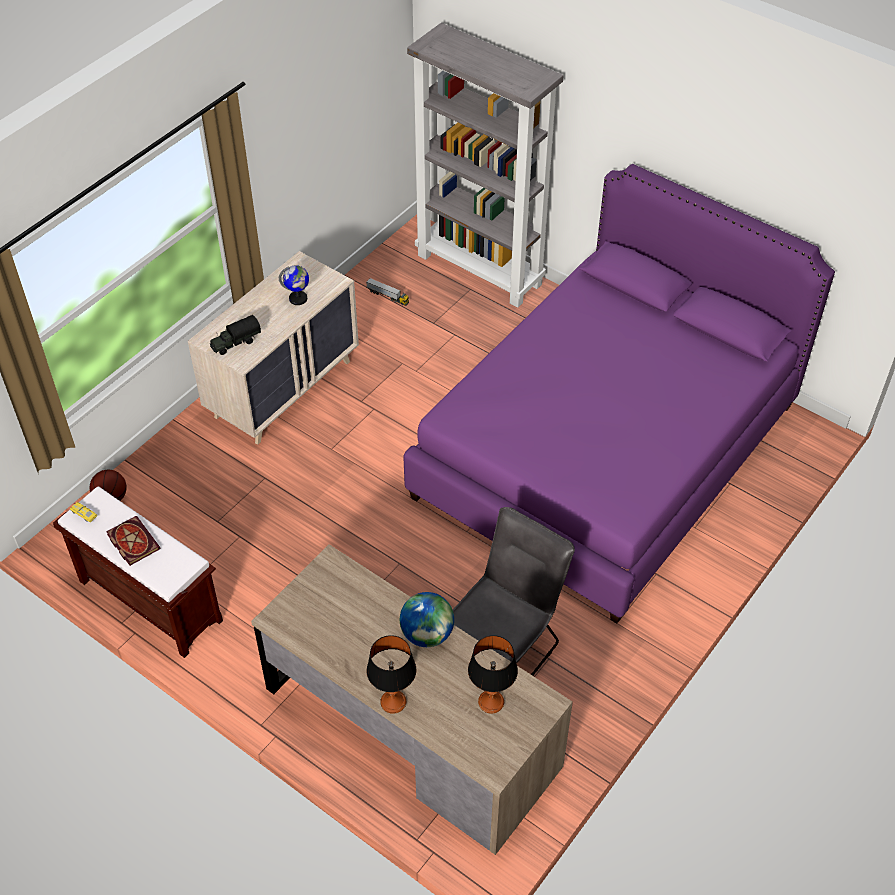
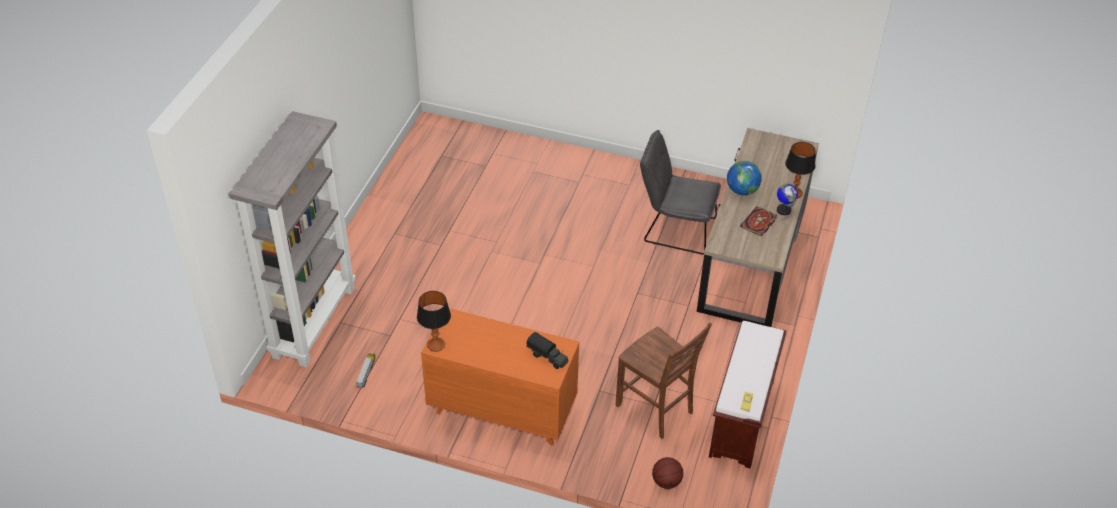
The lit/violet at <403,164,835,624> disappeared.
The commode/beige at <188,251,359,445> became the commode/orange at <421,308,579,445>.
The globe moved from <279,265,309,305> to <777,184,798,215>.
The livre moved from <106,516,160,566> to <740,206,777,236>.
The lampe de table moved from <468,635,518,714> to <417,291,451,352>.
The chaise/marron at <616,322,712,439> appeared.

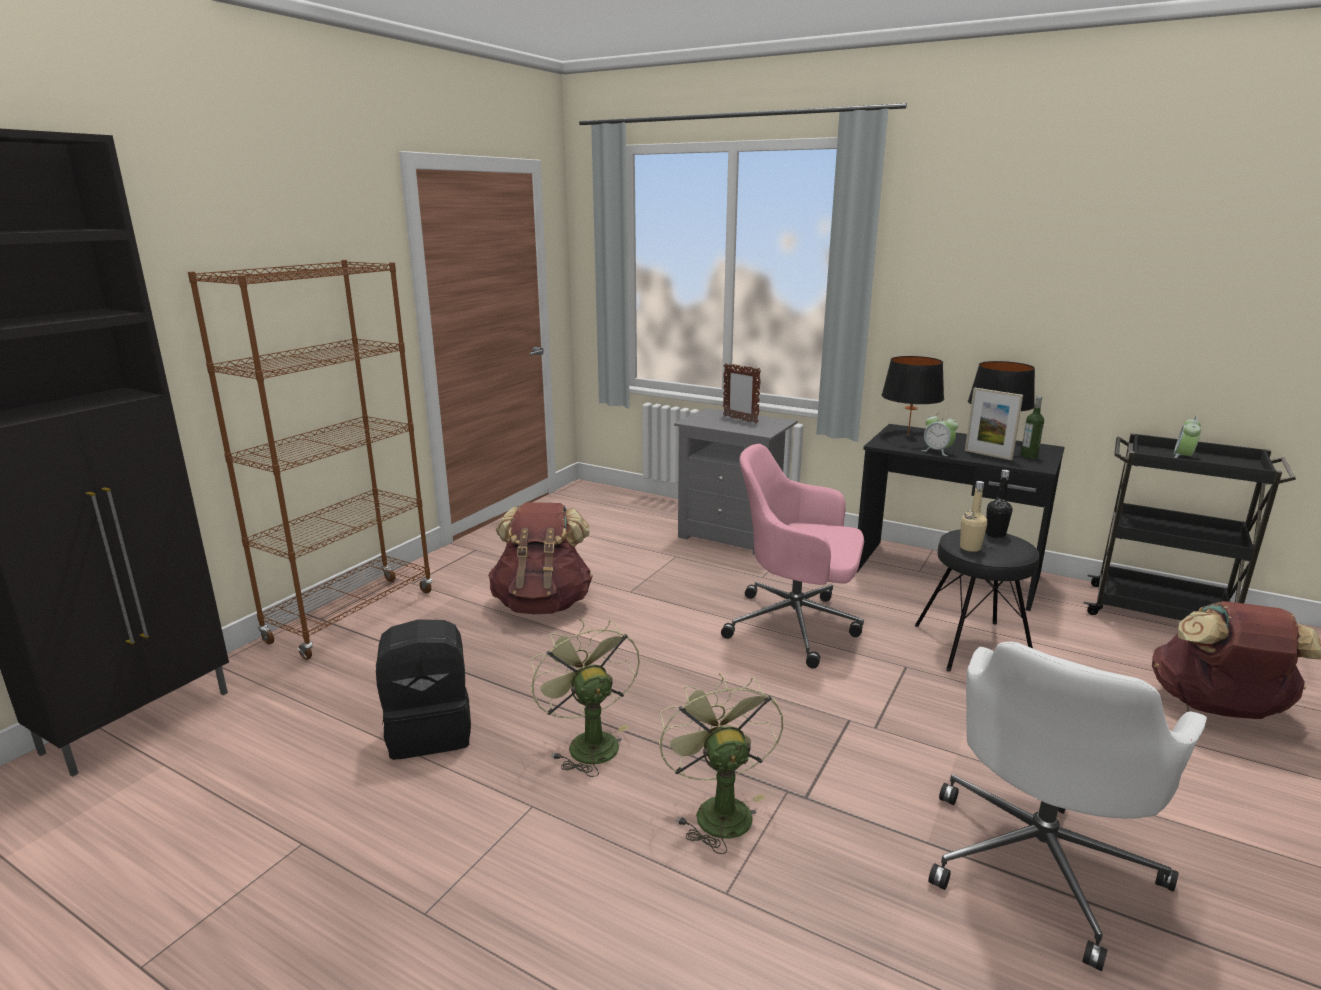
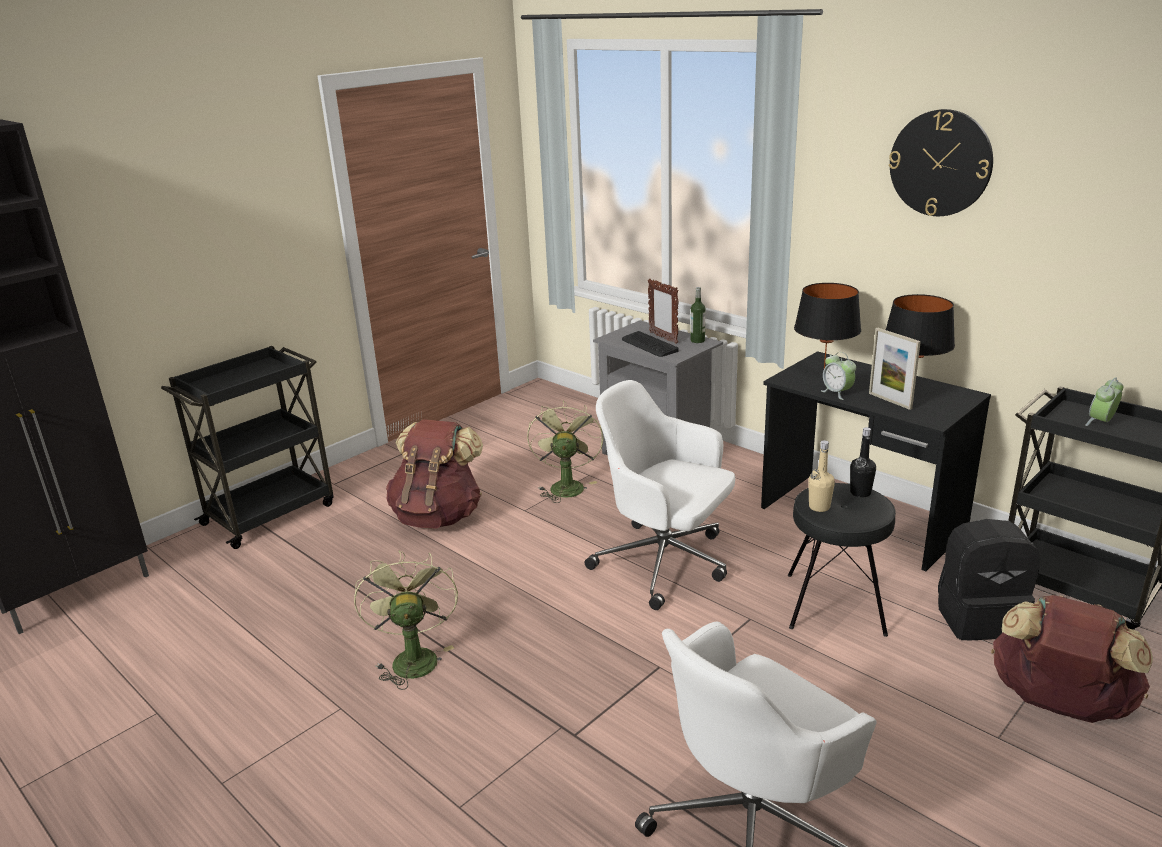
The bibliothèque/marron at <188,260,432,660> was replaced by the chariot/noir at <161,346,334,549>.
The bouteille moved from <1020,396,1044,459> to <690,287,706,343>.
The chaise de bureau/rose at <721,444,864,669> became the chaise de bureau/blanc at <585,380,735,610>.
The sac à dos/noir moved from <376,620,471,760> to <938,519,1040,640>.
The ventilateur/vert moved from <659,673,783,854> to <527,401,604,503>.
The horloge murale at <889,109,993,216> appeared.
The clavier at <622,331,679,357> appeared.

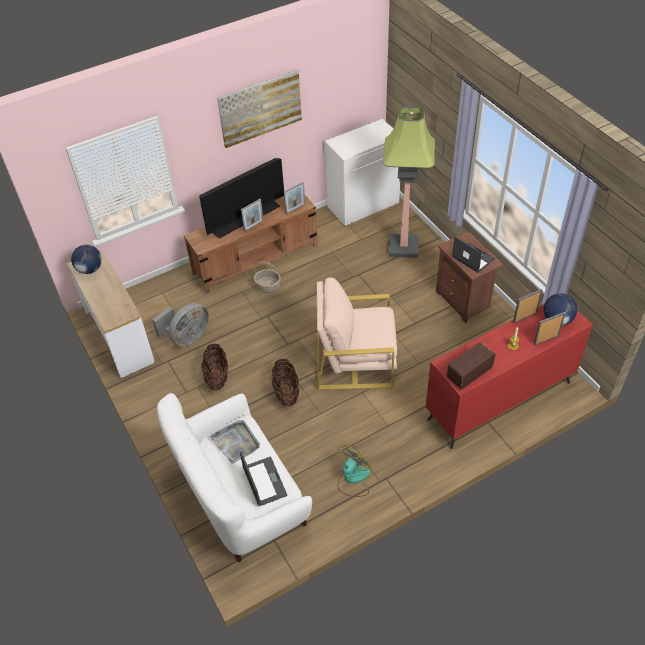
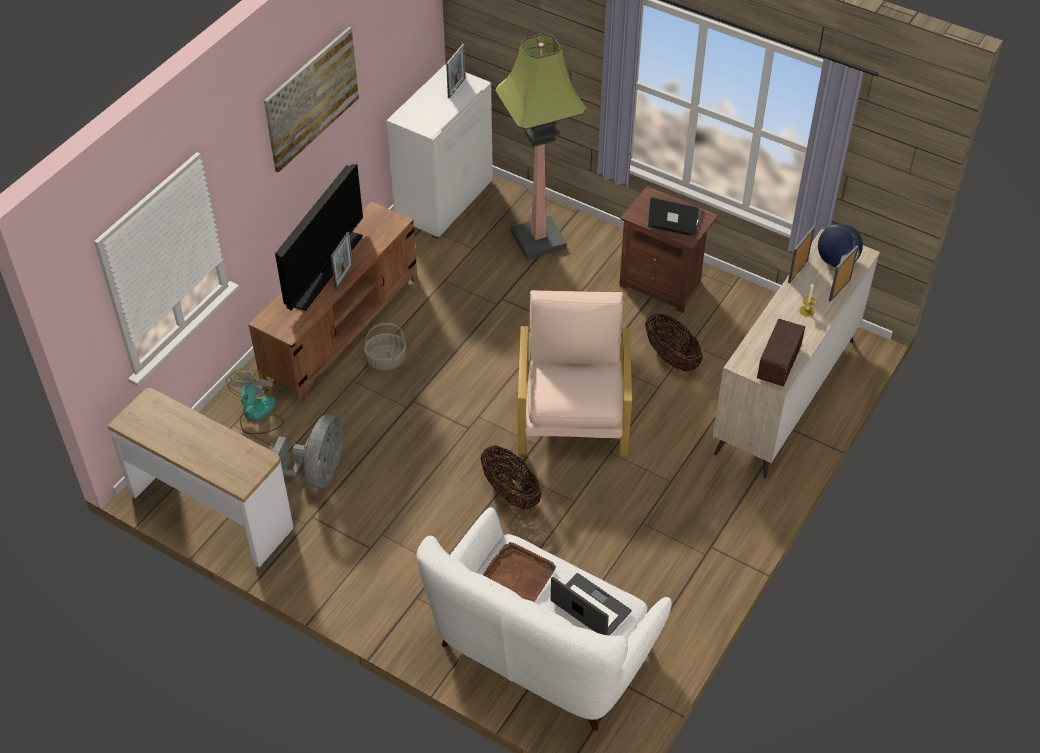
The cadre photo moved from <284,182,305,214> to <446,44,465,98>.
The globe at <71,245,102,274> disappeared.
The fauteuil/beige at <317,277,397,390> turned 120 degrees clockwise.
The commode/rouge at <426,304,593,449> became the commode/beige at <713,229,880,478>.
The panier moved from <201,344,228,390> to <645,313,703,372>.
The plateau/gris at <210,420,260,464> became the plateau/marron at <483,542,556,602>.
The ventilateur moved from <338,445,371,497> to <226,369,284,434>.

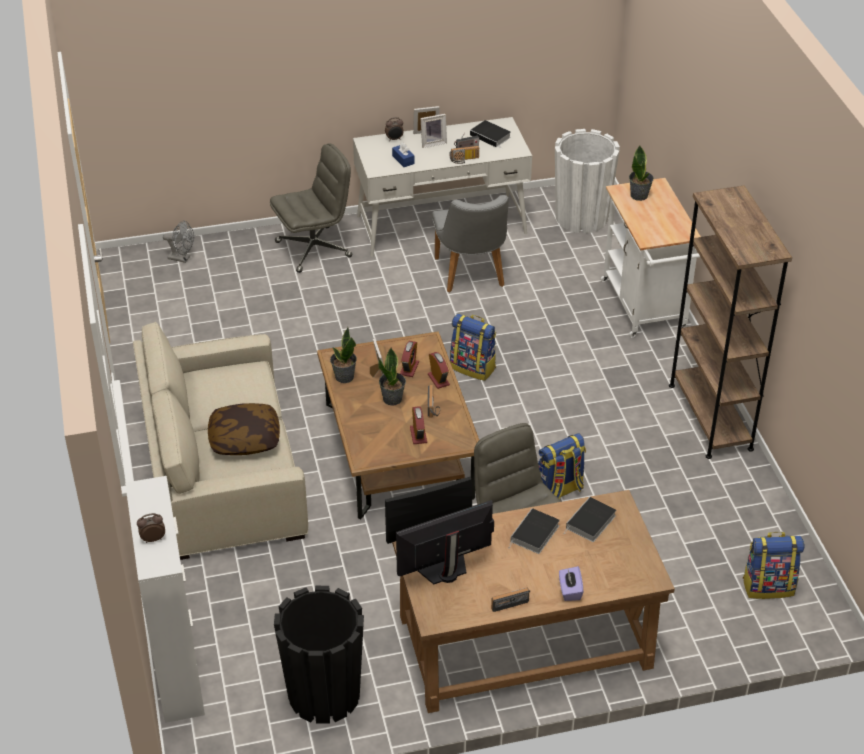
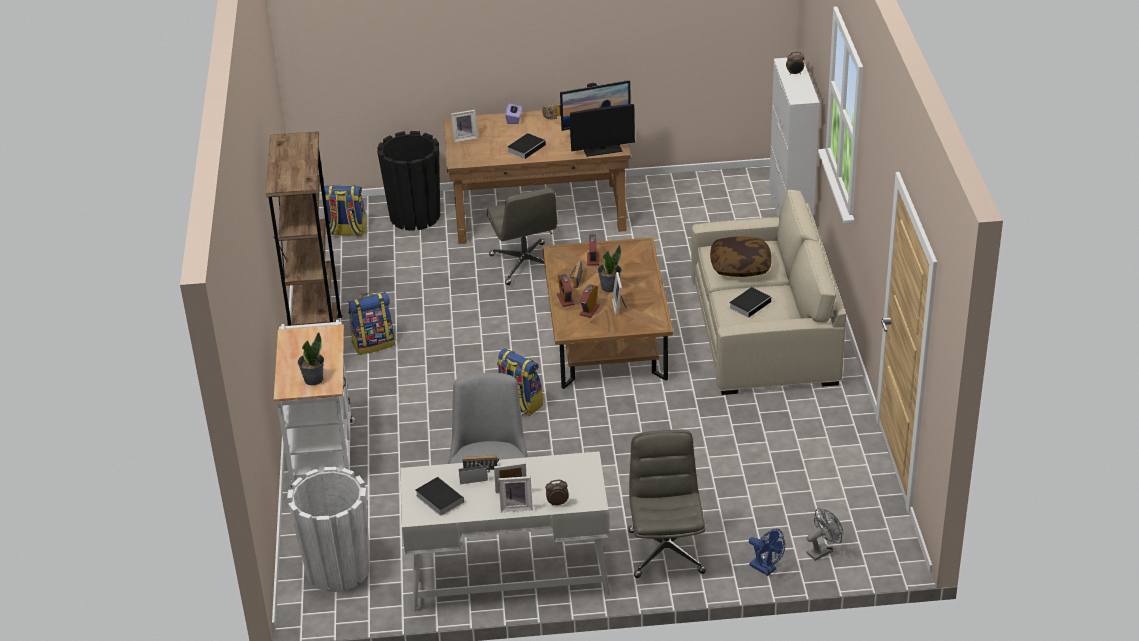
The boîte à mouchoirs/bleu at <392,142,415,167> disappeared.
The chaise de bureau/gris at <270,143,352,273> turned 105 degrees clockwise.
The ventilateur/gris at <163,221,194,263> turned 120 degrees clockwise.
The plante en pot at <330,327,357,383> disappeared.
The sac à dos moved from <538,433,586,499> to <348,292,395,355>.
The livre moved from <563,497,616,542> to <729,287,774,318>.
The cache-pot/noir moved from <274,586,364,724> to <377,131,440,231>.
The cadre photo at <451,110,478,142> appeared.
The ventilateur/bleu at <749,529,785,576> appeared.

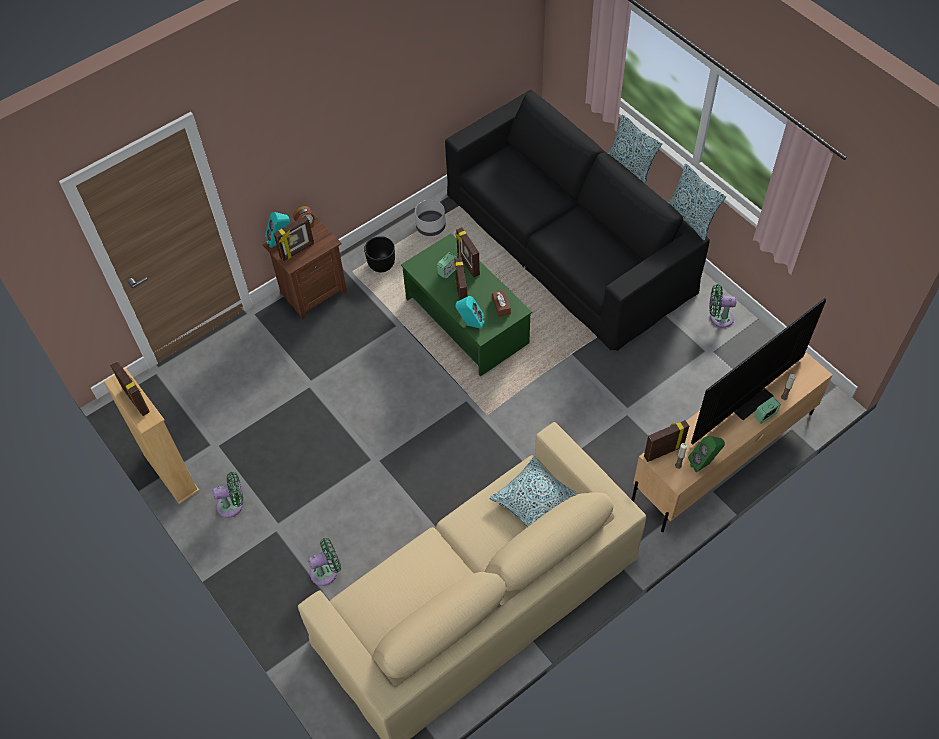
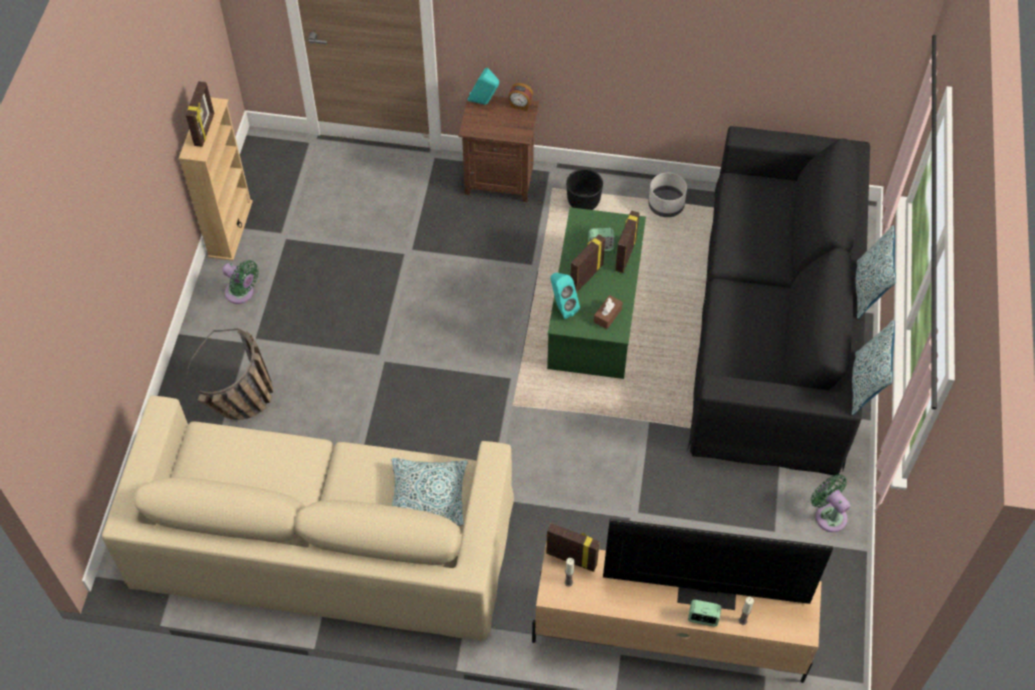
The cadre photo at <274,216,314,261> disappeared.
The enceinte/vert at <688,436,725,473> disappeared.
The ventilateur/vert at <308,538,341,586> was replaced by the panier at <187,328,273,420>.

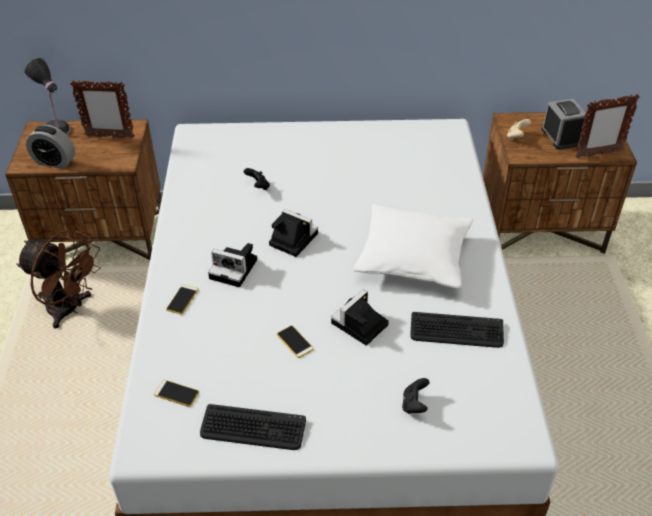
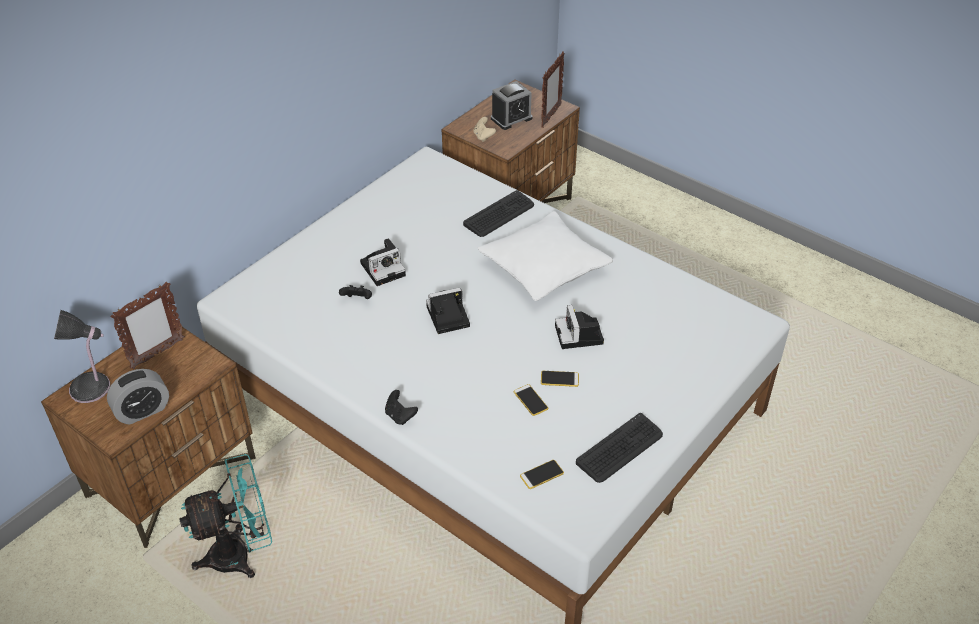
The réveil at <542,99,585,150> turned 120 degrees clockwise.
The ventilateur/marron at <16,230,101,329> became the ventilateur/turquoise at <179,454,272,578>.
The appareil photo moved from <208,243,257,287> to <360,238,406,286>.
The téléphone moved from <166,284,198,315> to <514,384,548,416>.
The clavier moved from <410,312,504,348> to <463,190,534,237>.
The manette/noir moved from <402,378,430,414> to <385,390,418,425>.

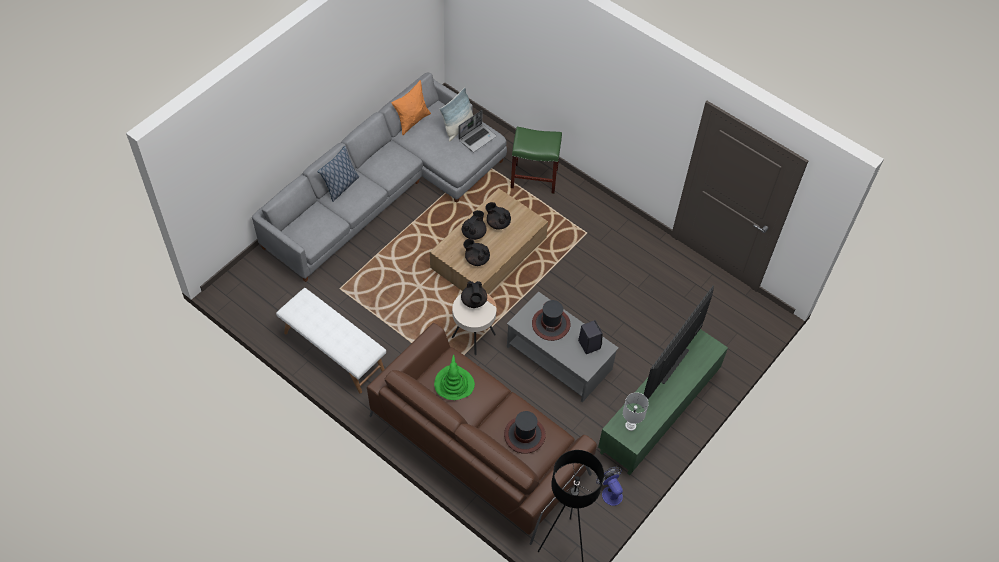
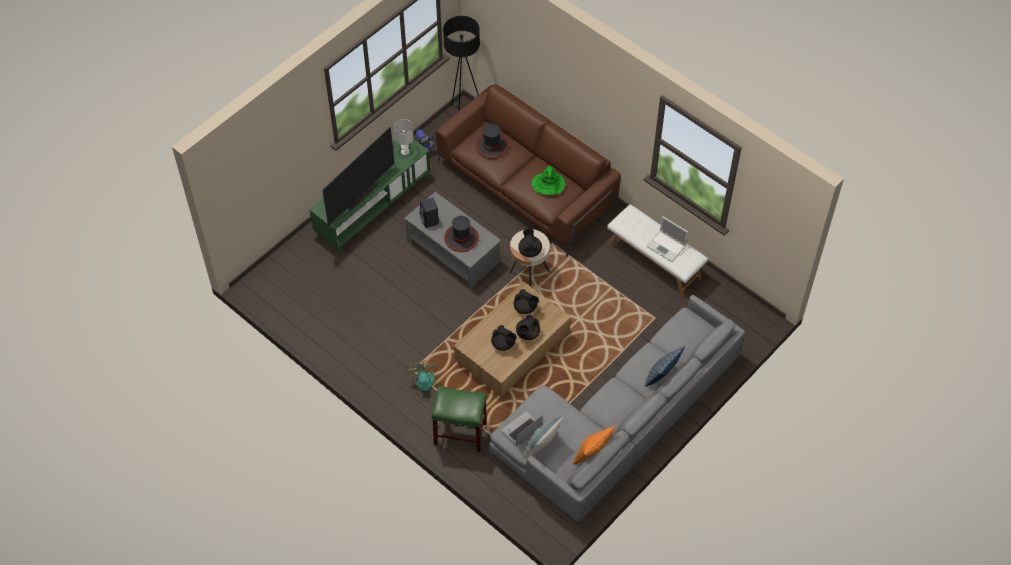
The ordinateur portable at <646,216,689,262> appeared.
The ventilateur at <405,361,440,401> appeared.

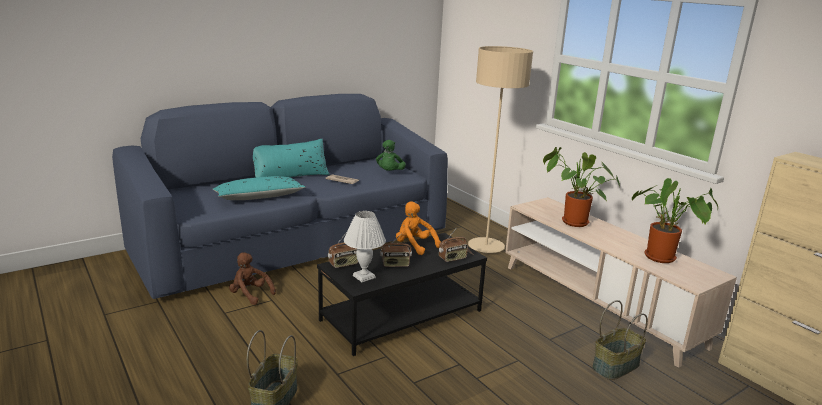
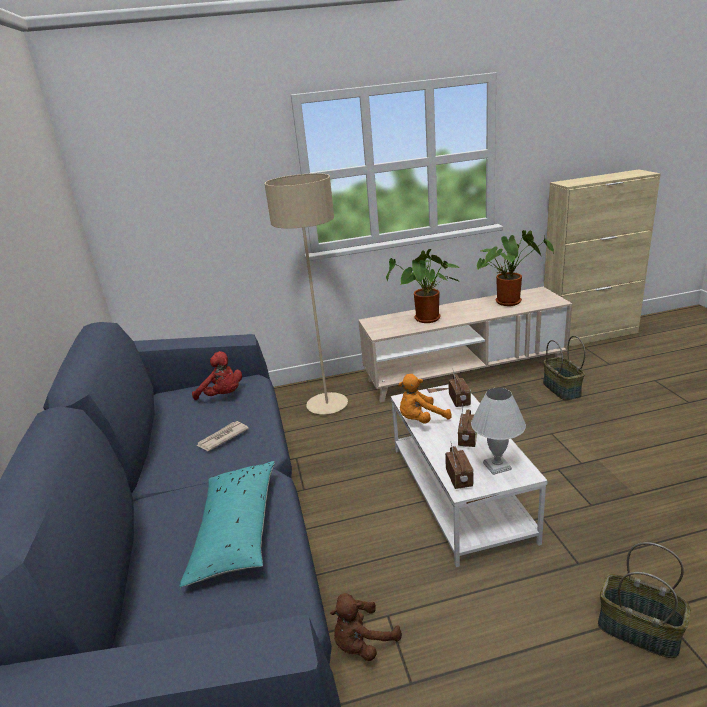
The coussin/turquoise at <253,139,329,177> disappeared.
The peluche/vert at <376,140,406,171> became the peluche/rouge at <192,351,242,400>.
The table basse/noir at <317,233,487,356> became the table basse/blanc at <390,384,548,567>.

